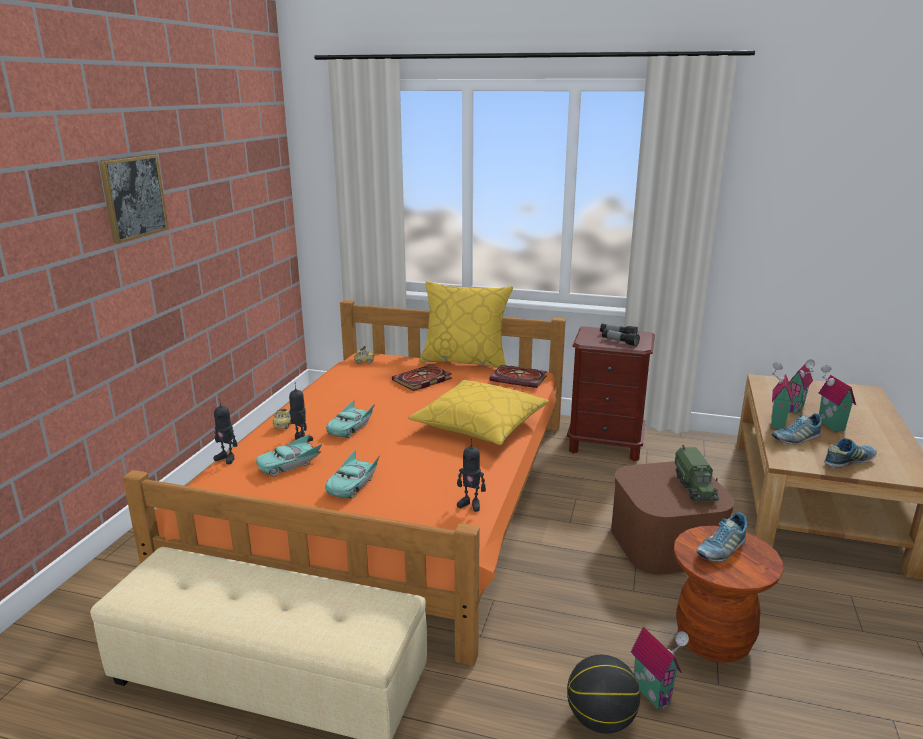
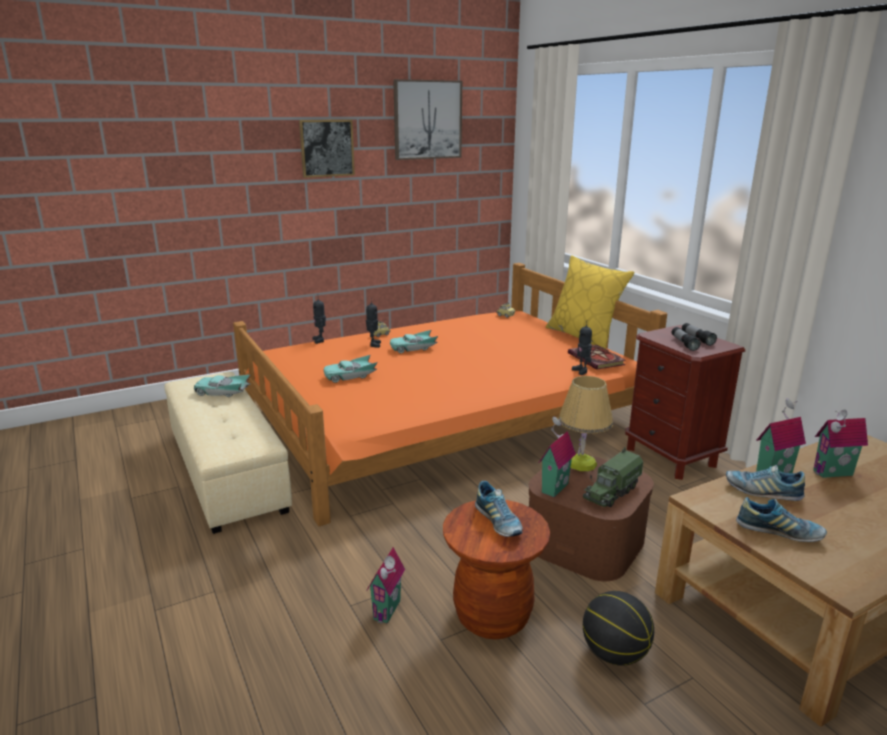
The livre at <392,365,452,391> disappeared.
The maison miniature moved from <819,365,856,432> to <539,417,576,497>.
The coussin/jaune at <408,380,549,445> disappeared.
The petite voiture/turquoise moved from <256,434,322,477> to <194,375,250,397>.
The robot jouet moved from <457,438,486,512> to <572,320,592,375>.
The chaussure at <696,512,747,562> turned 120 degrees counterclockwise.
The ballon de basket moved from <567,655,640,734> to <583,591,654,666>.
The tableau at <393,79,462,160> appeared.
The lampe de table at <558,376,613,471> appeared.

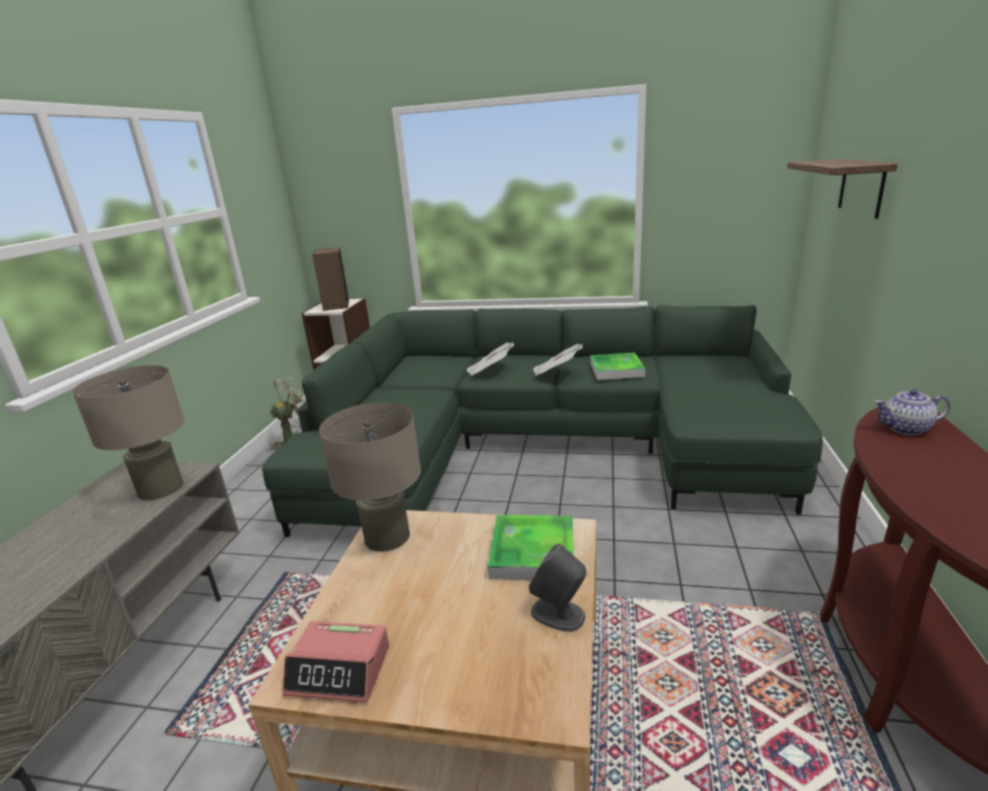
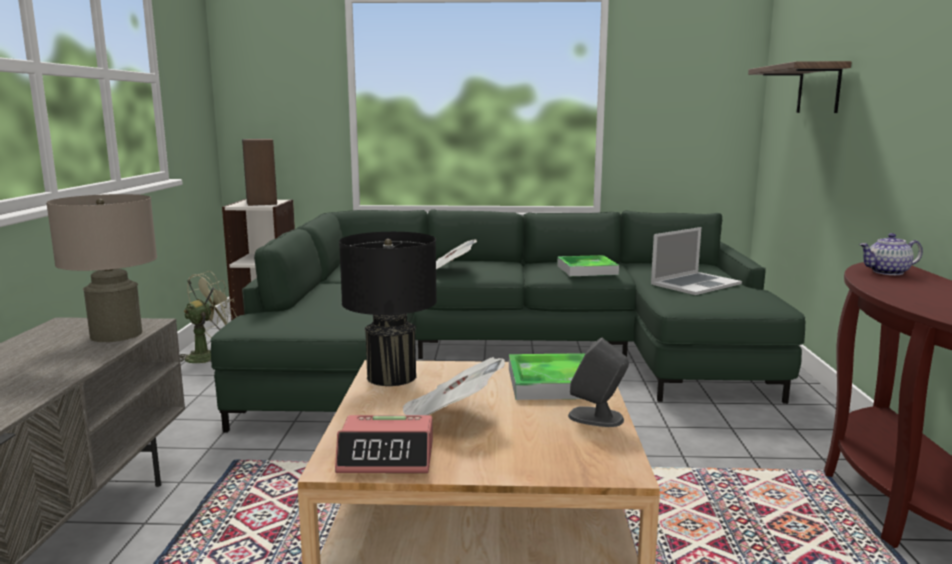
The journal moved from <533,344,583,376> to <403,357,505,415>.
The lampe de table/beige at <319,402,421,552> became the lampe de table/noir at <339,232,437,386>.
The ordinateur portable at <651,227,742,295> appeared.

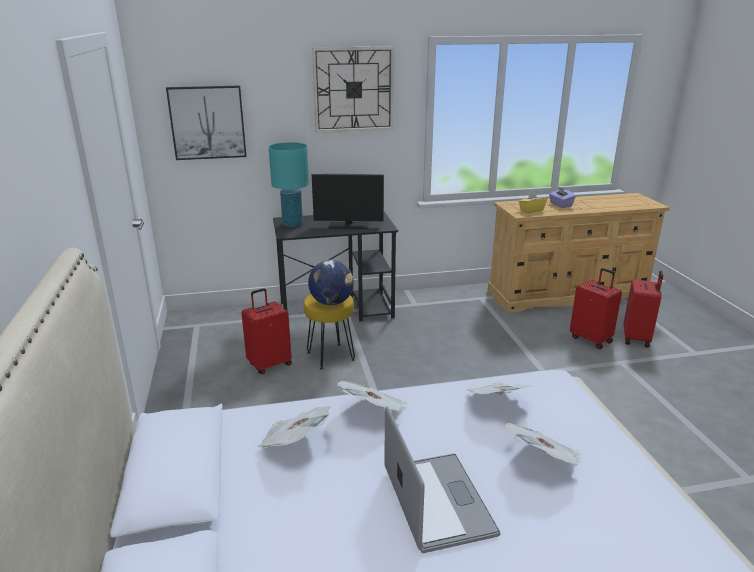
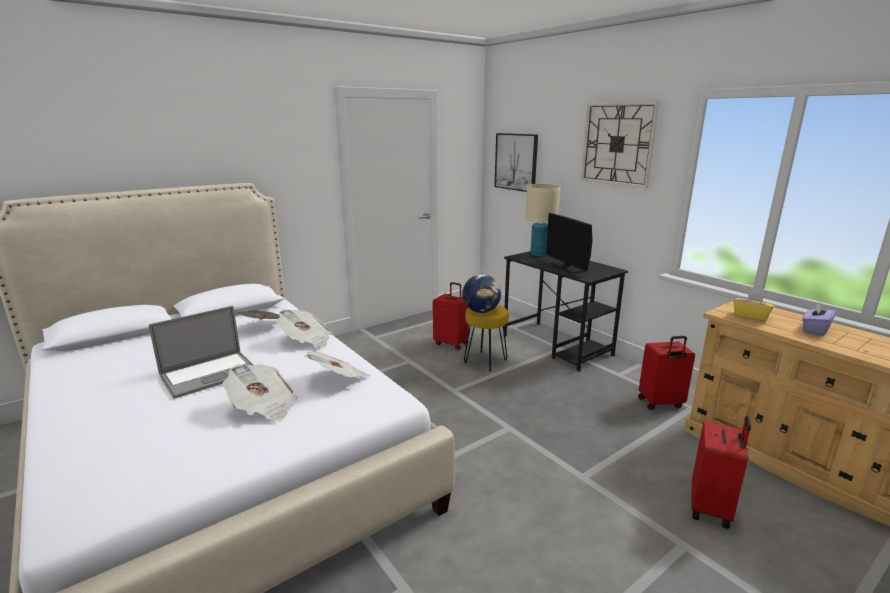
The lampe de table/turquoise at <268,142,309,227> became the lampe de table/beige at <525,184,560,256>.
The valise/rouge moved from <623,271,663,348> to <638,336,695,410>.

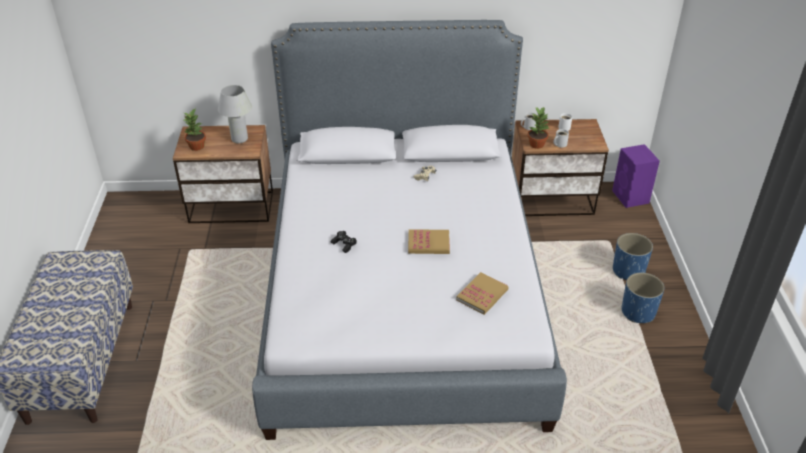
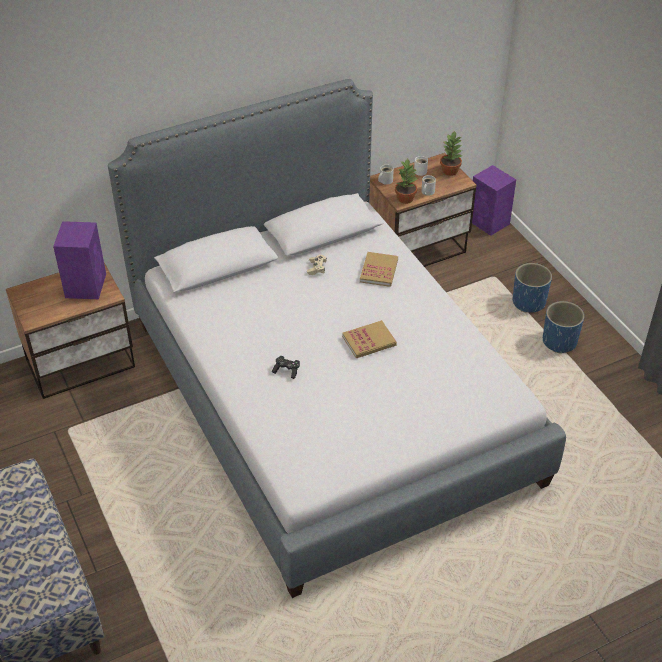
The lampe de table/blanc at <218,85,252,143> was replaced by the enceinte/violet at <53,221,106,299>.
The plante en pot moved from <184,108,206,151> to <440,131,463,176>.
The livre moved from <456,272,509,314> to <360,252,398,287>.

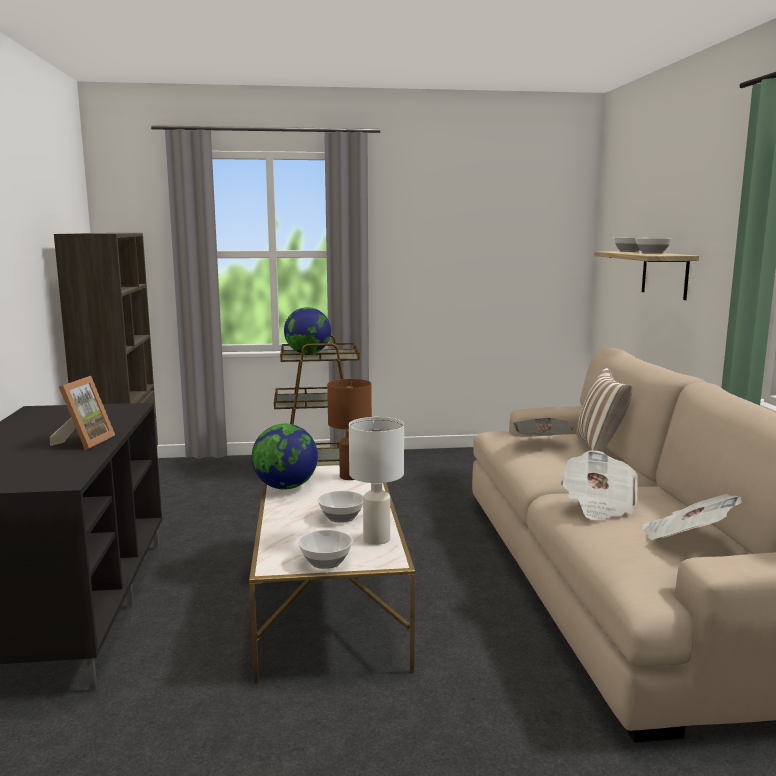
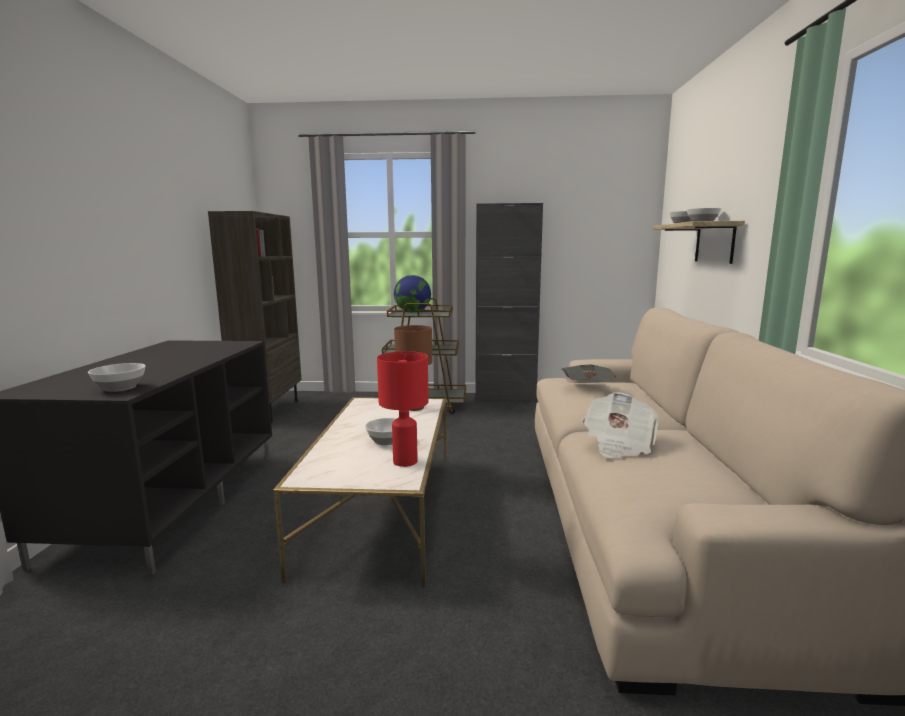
The coussin at <576,368,632,452> disappeared.
The cadre photo at <50,376,115,450> disappeared.
The lampe de table/blanc at <349,417,404,545> became the lampe de table/rouge at <377,351,429,467>.
The globe at <252,424,318,490> disappeared.
The journal at <642,494,742,541> disappeared.
The bol moved from <298,530,353,569> to <88,363,146,392>.
The meuble de rangement/noir at <475,203,543,403> appeared.

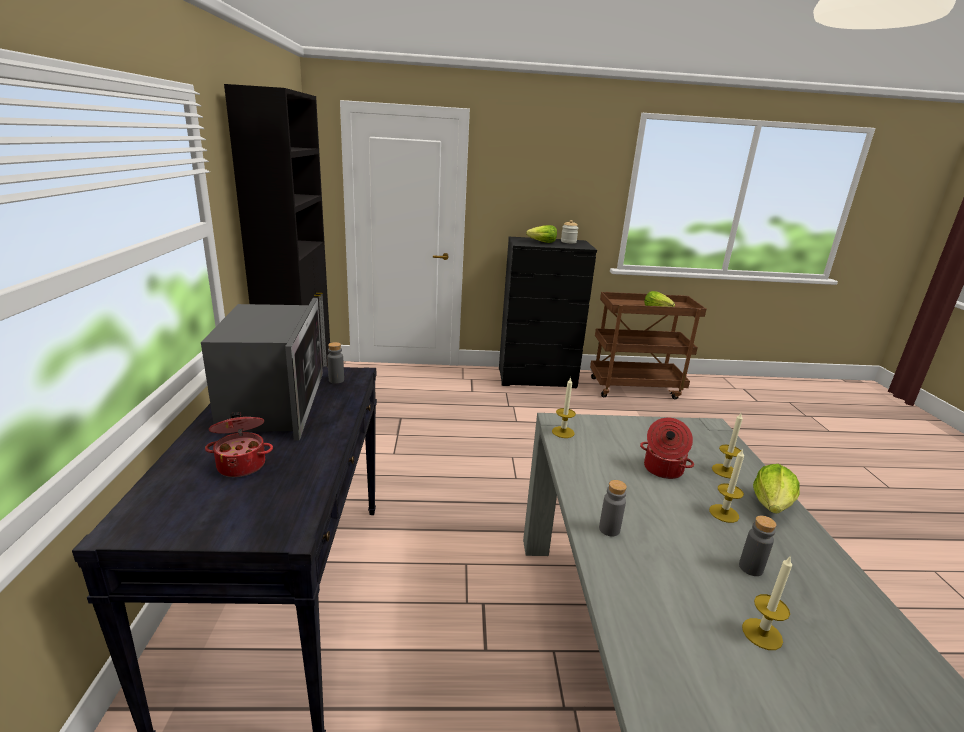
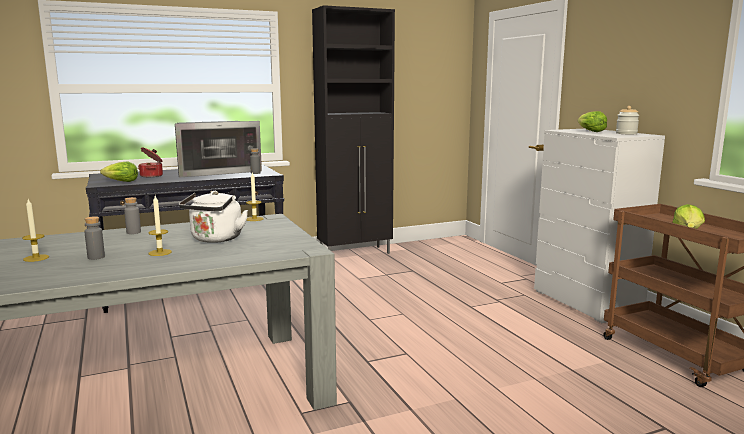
The commode/noir at <499,237,597,388> became the commode/blanc at <534,129,665,323>.
The bougie at <712,413,743,478> disappeared.
The marmite at <640,418,694,479> was replaced by the bouilloire/blanc at <179,191,248,243>.
The laitue moved from <753,464,800,514> to <100,162,138,182>.

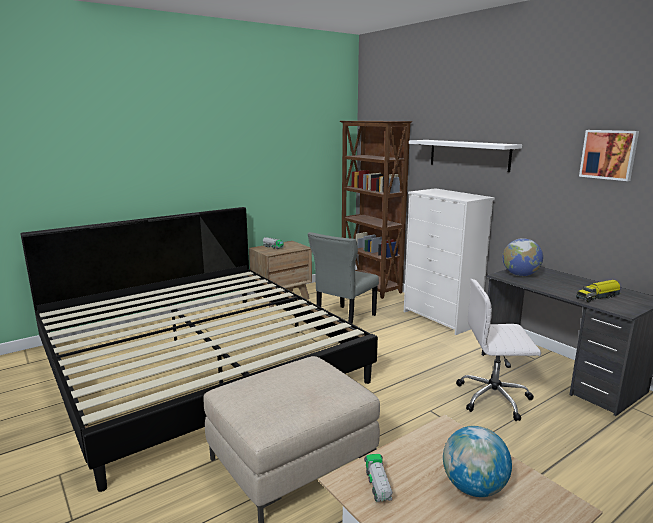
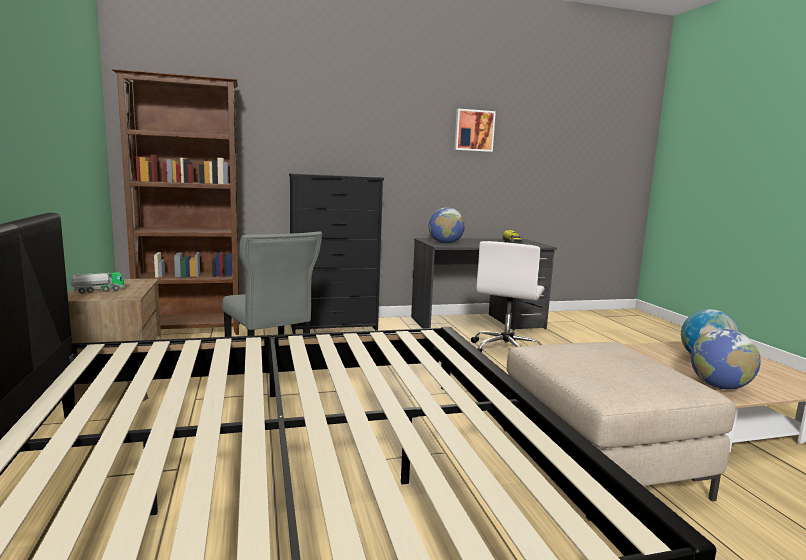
The étagère/blanc at <409,140,522,172> disappeared.
The commode/blanc at <404,188,495,335> became the commode/noir at <289,173,384,334>.
The camion jouet at <364,454,393,502> was replaced by the globe at <691,329,761,390>.

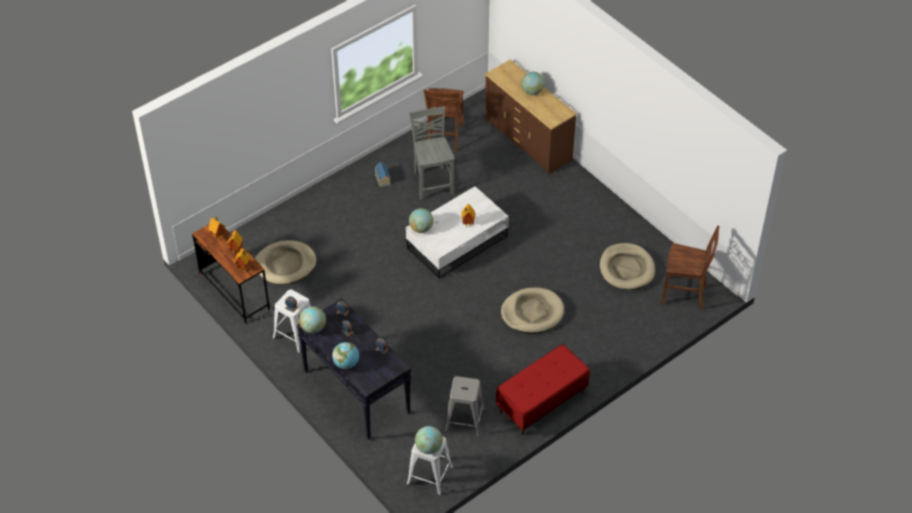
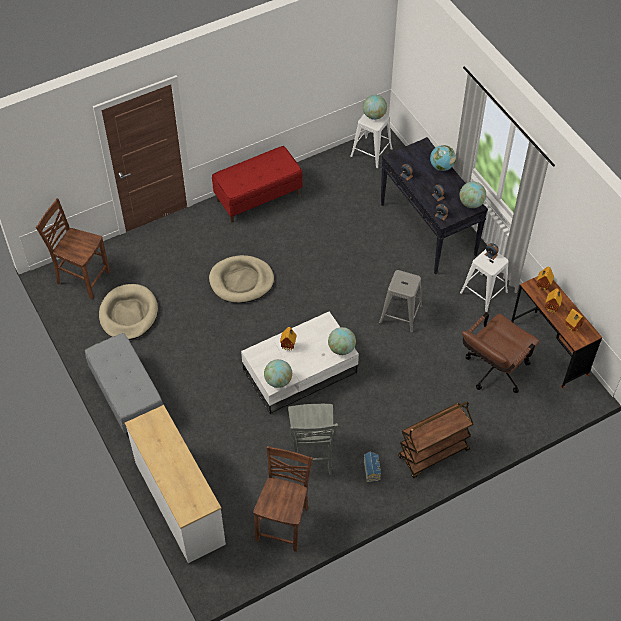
The commode/marron at <485,59,577,174> became the commode/blanc at <125,405,226,563>.
The globe moved from <521,72,545,95> to <264,359,292,388>.
The panier pour chien/beige at <255,240,317,285> was replaced by the chaise de bureau/marron at <462,312,539,393>.
The tabouret/gris moved from <445,376,485,437> to <379,270,422,333>.
The banc/gris at <85,333,163,438> appeared.
The chariot/marron at <398,402,474,478> appeared.

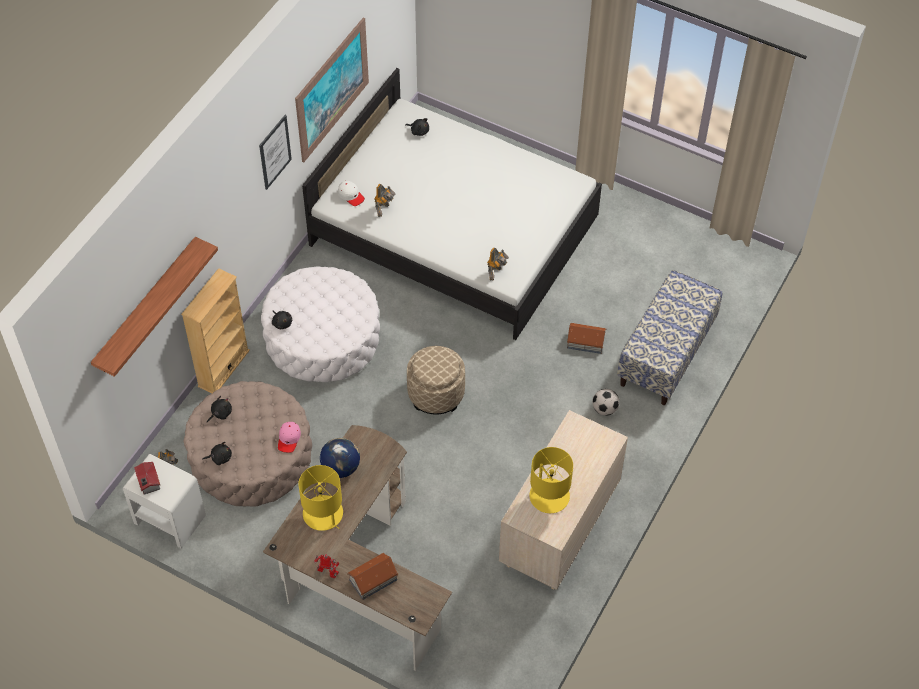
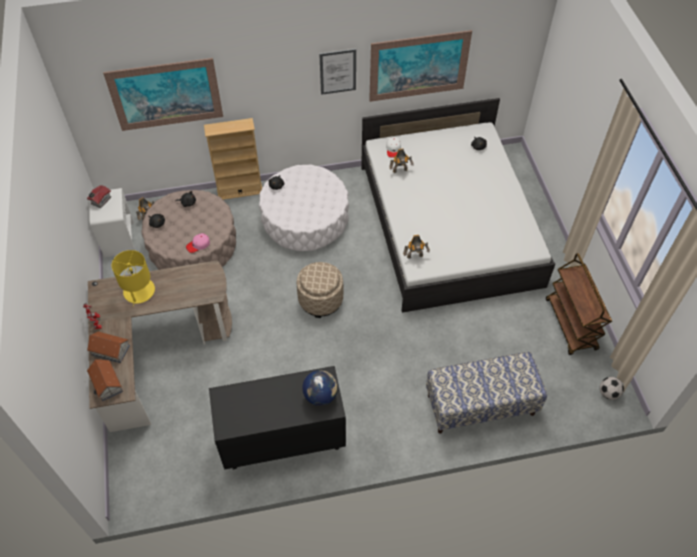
The étagère at <91,237,218,377> was replaced by the tableau at <103,58,223,131>.
The maison miniature moved from <567,323,607,354> to <87,359,123,401>.
The ballon de foot moved from <593,389,619,416> to <600,377,624,400>.
The commode/beige at <499,410,628,590> became the commode/noir at <209,366,346,470>.
The globe moved from <320,438,360,478> to <302,370,338,406>.
The lampe de table/jaune at <529,447,573,513> disappeared.
The chariot/marron at <546,253,612,355> appeared.

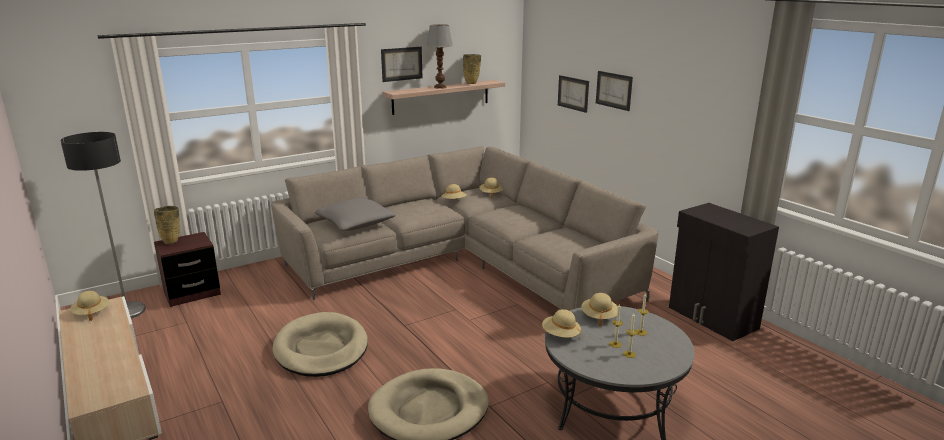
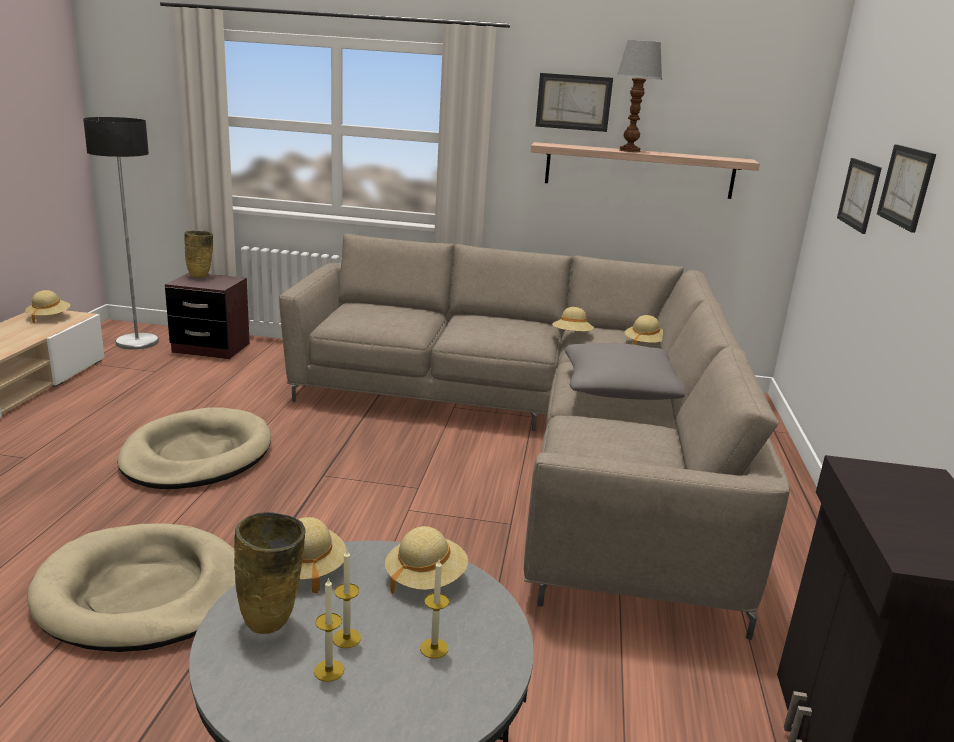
The vase/beige moved from <463,54,481,84> to <234,512,306,634>.
The coussin/gris moved from <315,197,396,231> to <565,343,685,400>.

